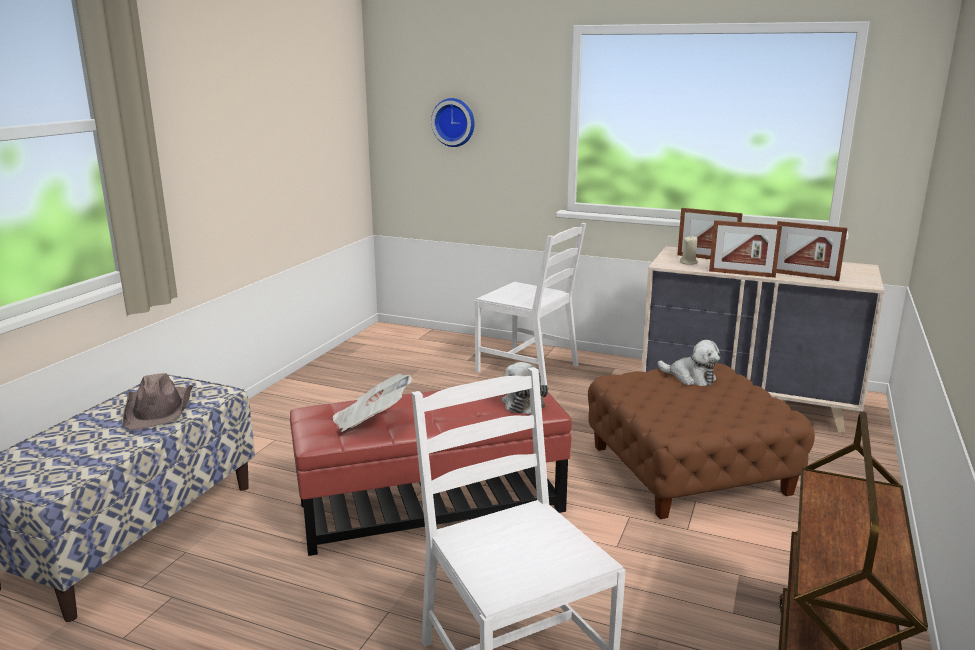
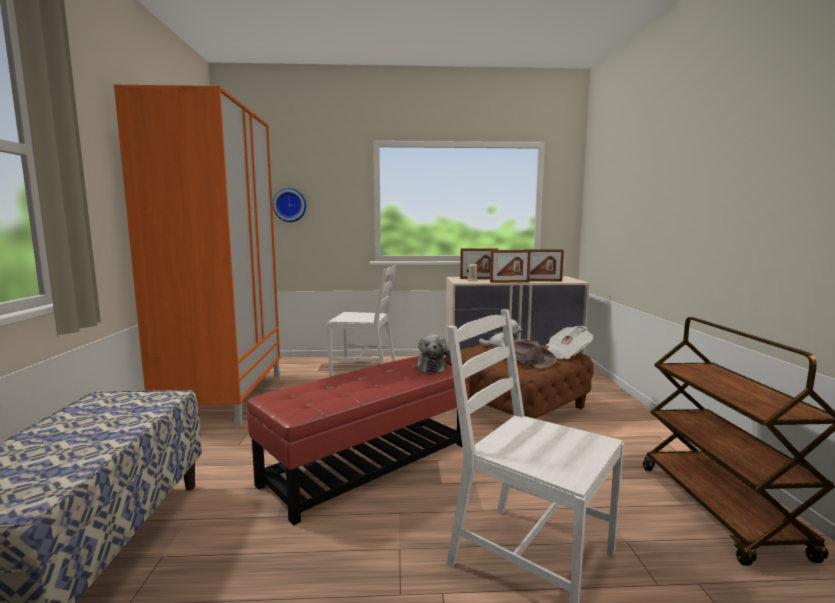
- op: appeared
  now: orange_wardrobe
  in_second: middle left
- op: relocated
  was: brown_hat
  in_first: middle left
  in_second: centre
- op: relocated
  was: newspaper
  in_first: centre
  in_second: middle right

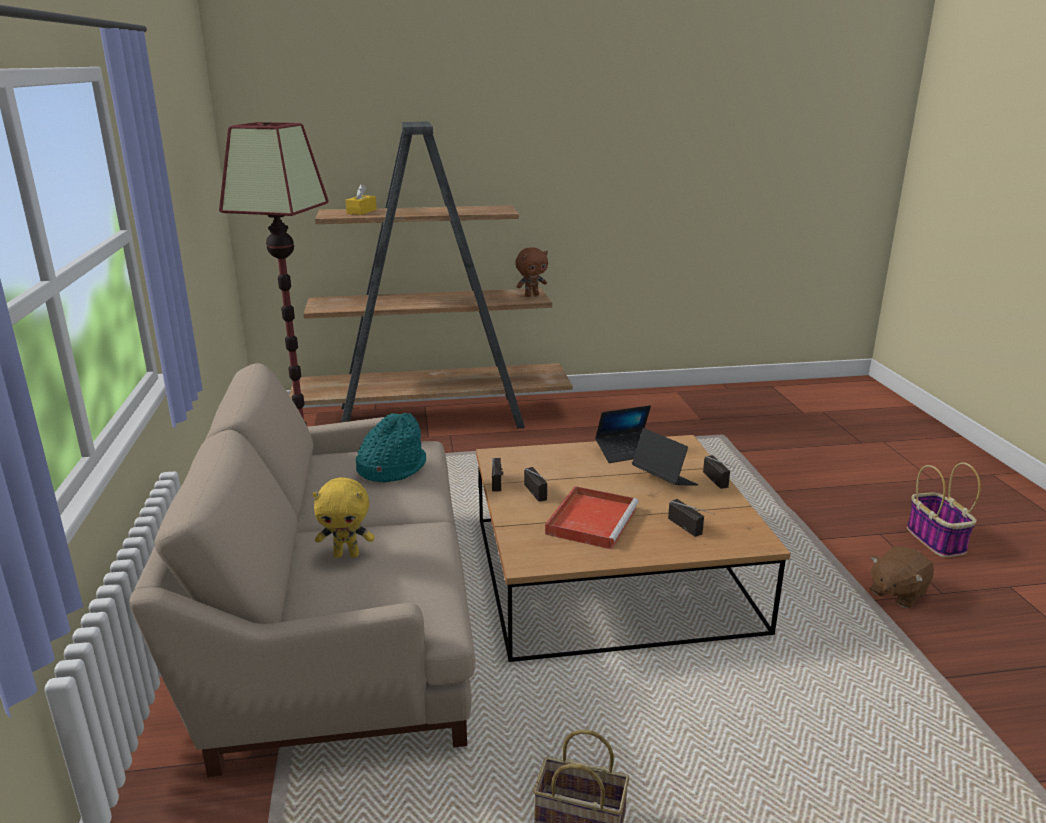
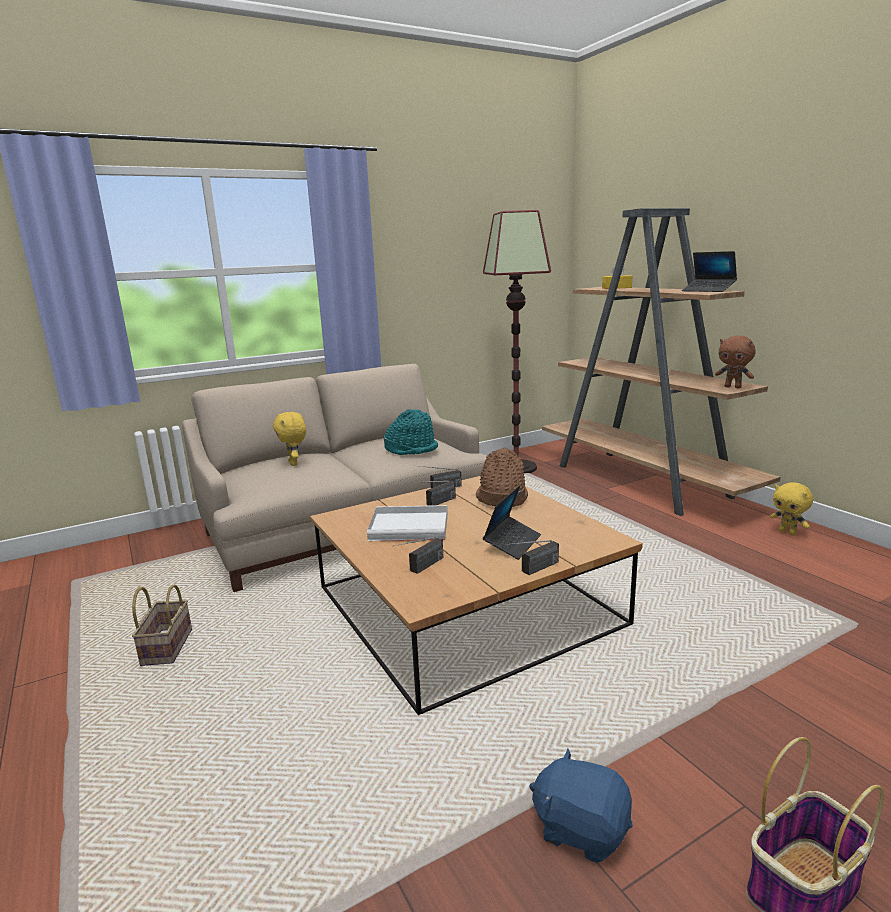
- op: colour
  was: red_tray
  now: white_tray
  in_first: centre
  in_second: centre
- op: appeared
  now: brown_hat
  in_second: centre
- op: colour
  was: brown_plush_toy (no. 2 from left)
  now: blue_plush_toy
  in_first: bottom right
  in_second: bottom centre
- op: relocated
  was: laptop (no. 1 from left in the first image)
  now: laptop (no. 2 from left)
  in_first: centre
  in_second: top right
- op: appeared
  now: yellow_plush_toy (no. 2 from left)
  in_second: middle right

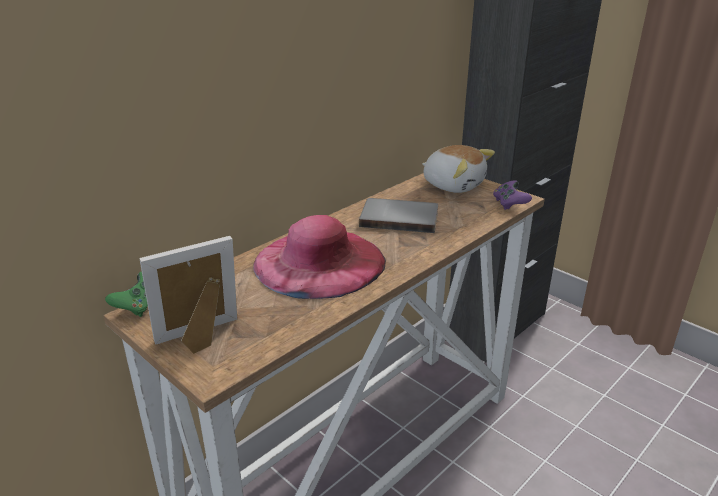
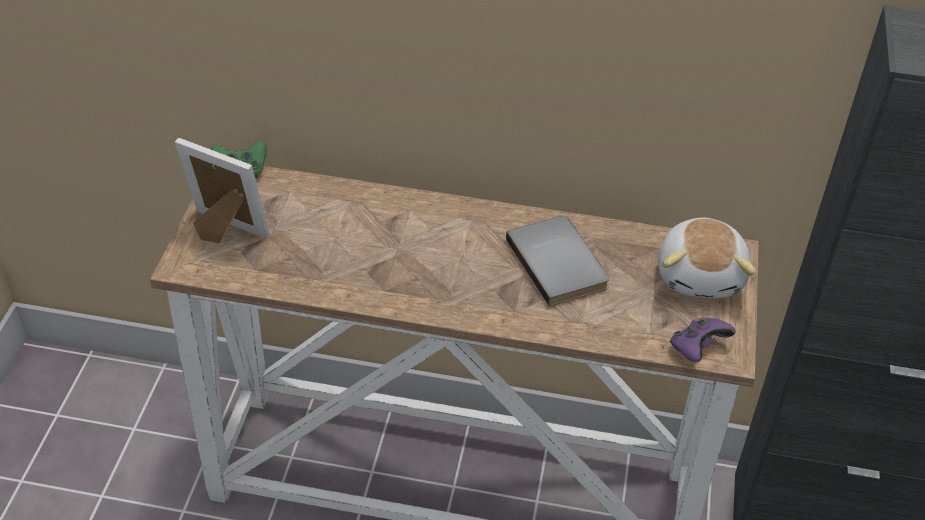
- op: missing
  was: pink_hat
  in_first: centre

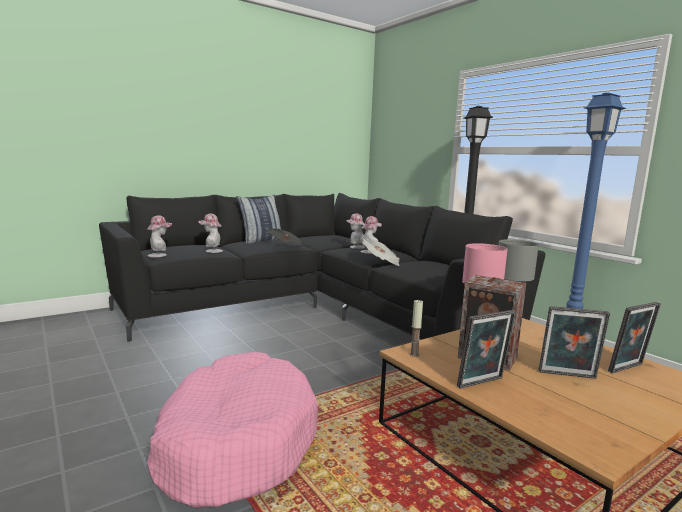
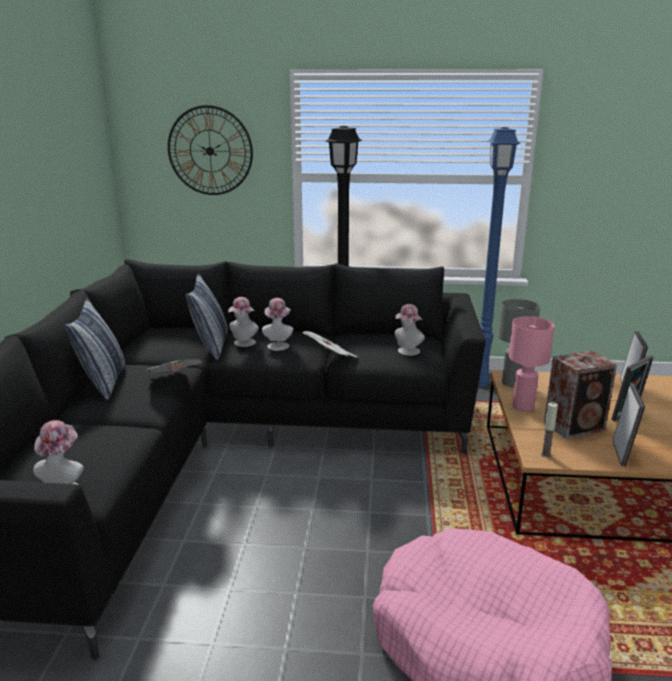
- op: appeared
  now: wall_clock
  in_second: top left
- op: appeared
  now: pillow (no. 2 from left)
  in_second: middle left
- op: relocated
  was: hat (no. 2 from left in the first image)
  now: hat (no. 4 from left)
  in_first: middle left
  in_second: centre

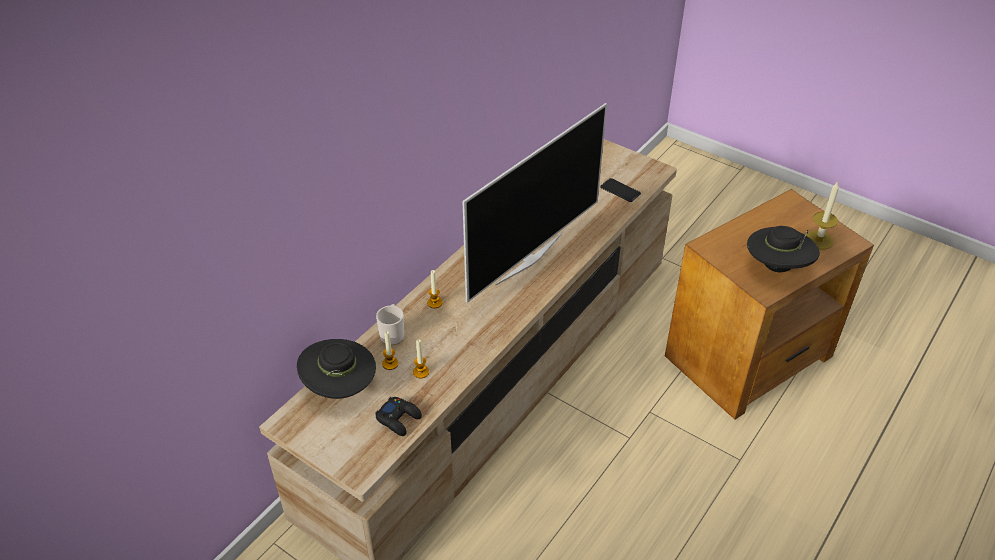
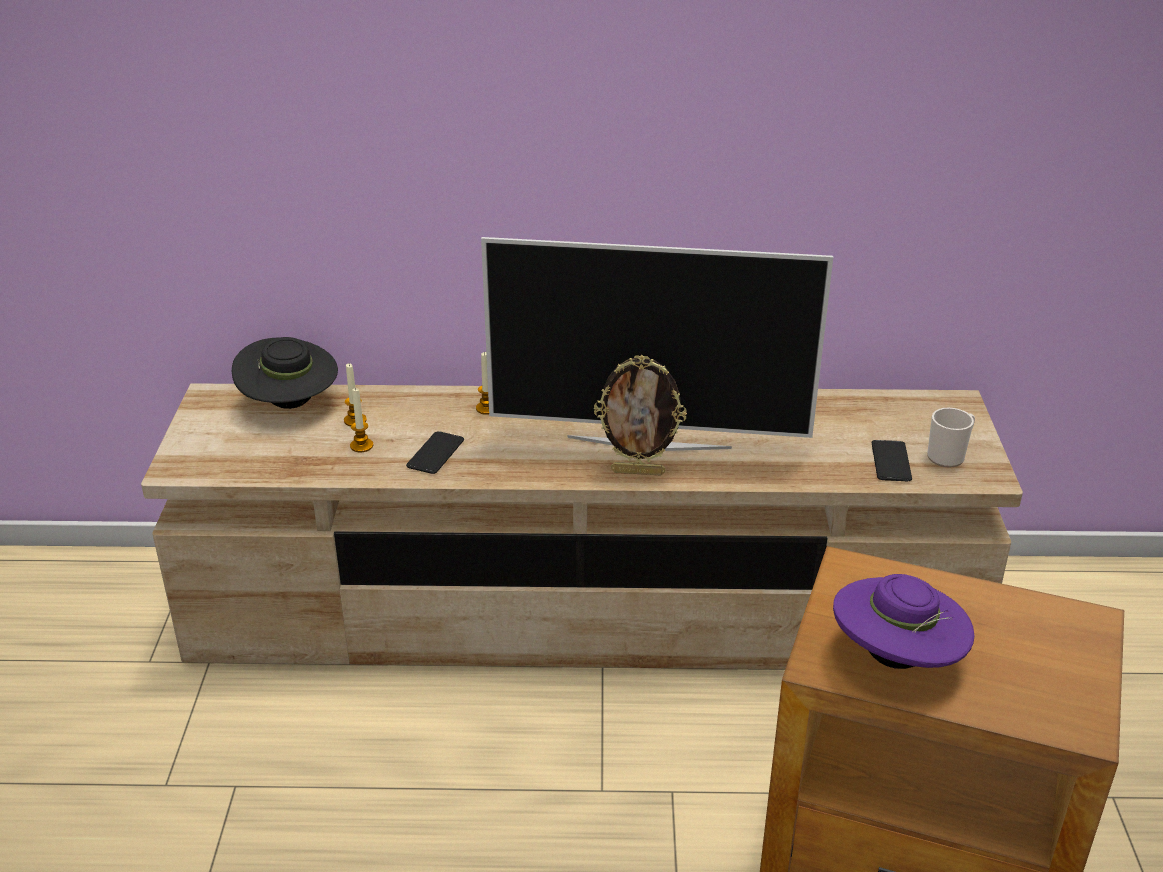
- op: appeared
  now: phone (no. 1 from left)
  in_second: centre
- op: appeared
  now: picture_frame
  in_second: centre
- op: colour
  was: black_hat (no. 2 from left)
  now: purple_hat
  in_first: middle right
  in_second: bottom right
- op: relocated
  was: mug
  in_first: centre
  in_second: middle right
- op: missing
  was: black_game_controller
  in_first: bottom centre
- op: missing
  was: candle (no. 4 from left)
  in_first: middle right

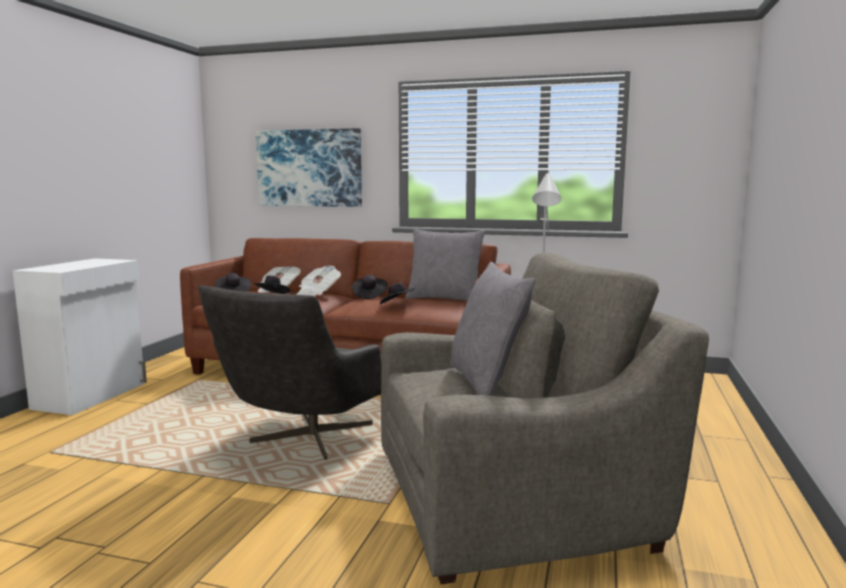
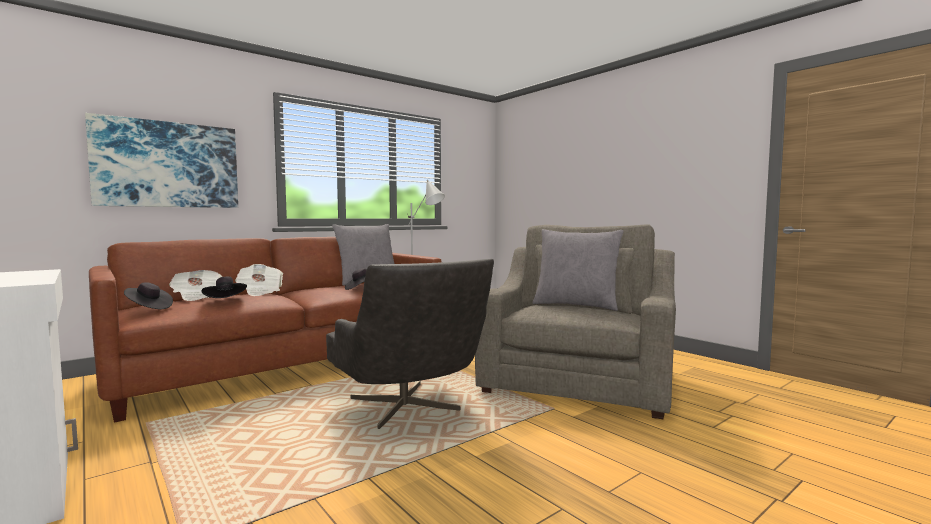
- op: missing
  was: black_hat (no. 3 from left)
  in_first: centre

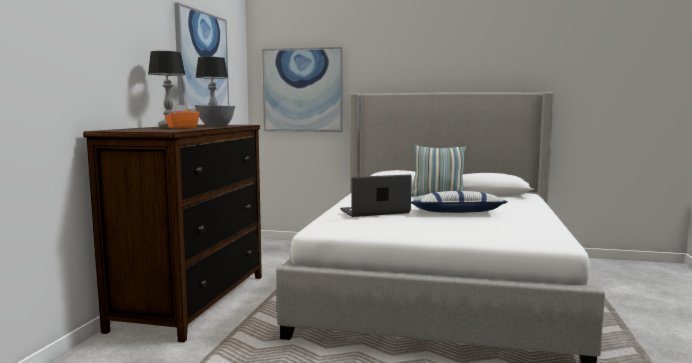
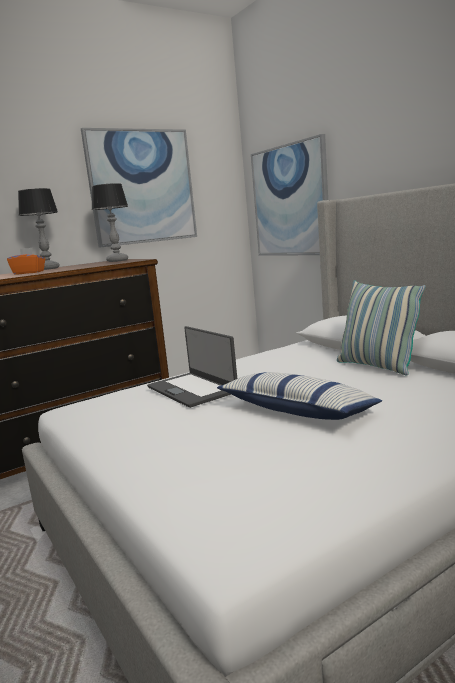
- op: spun
  was: laptop
  in_first: centre
  in_second: centre
  clockwise: -150
- op: missing
  was: grey_bowl
  in_first: top left

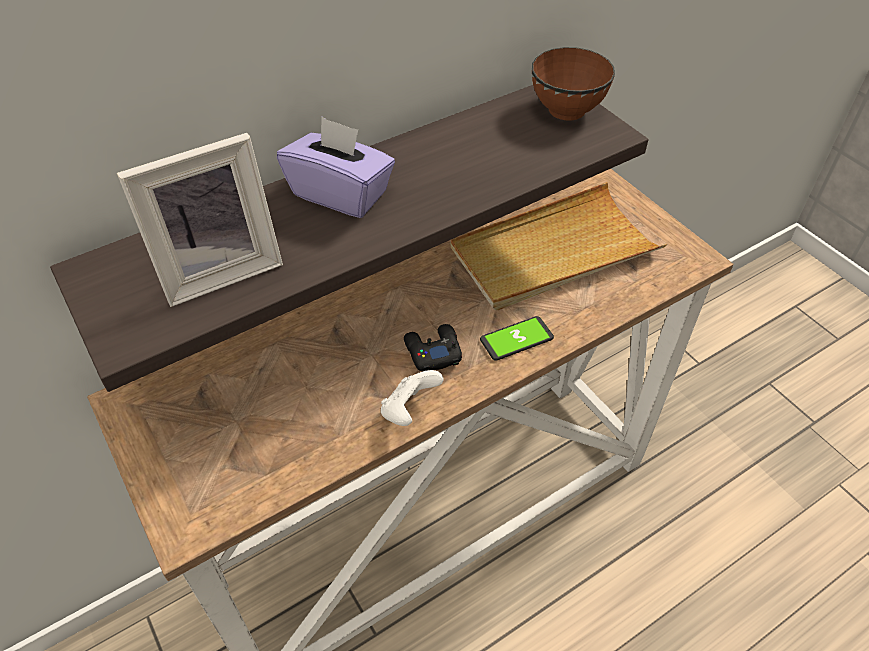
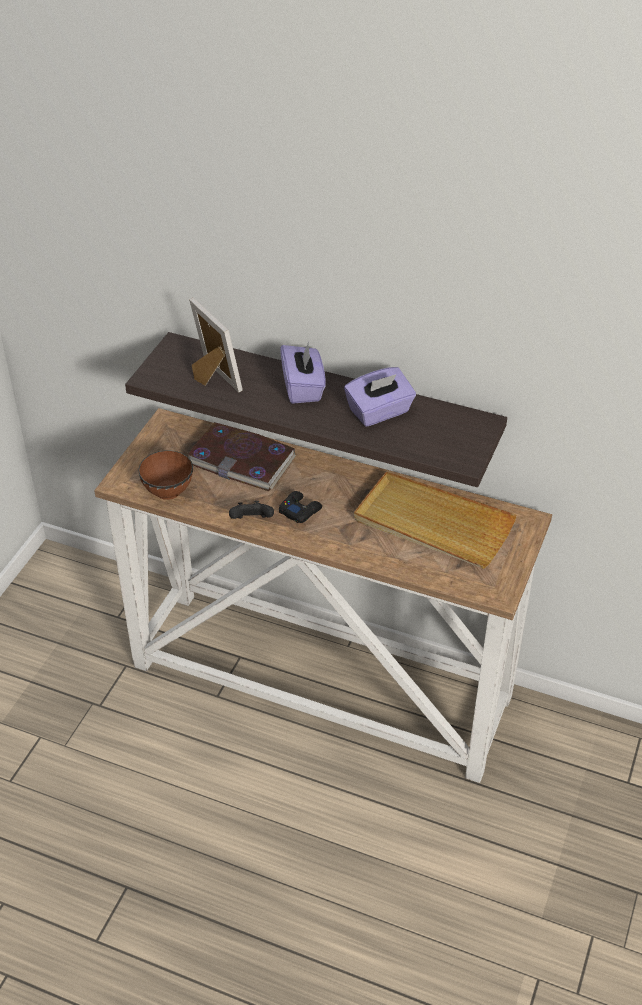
- op: relocated
  was: brown_bowl
  in_first: top centre
  in_second: middle left
- op: appeared
  now: book
  in_second: centre
- op: spun
  was: picture_frame
  in_first: middle left
  in_second: centre
  clockwise: -150
- op: colour
  was: white_game_controller
  now: black_game_controller (no. 1 from left)
  in_first: centre
  in_second: centre
- op: appeared
  now: purple_tissue_box (no. 2 from left)
  in_second: centre
- op: missing
  was: phone
  in_first: centre

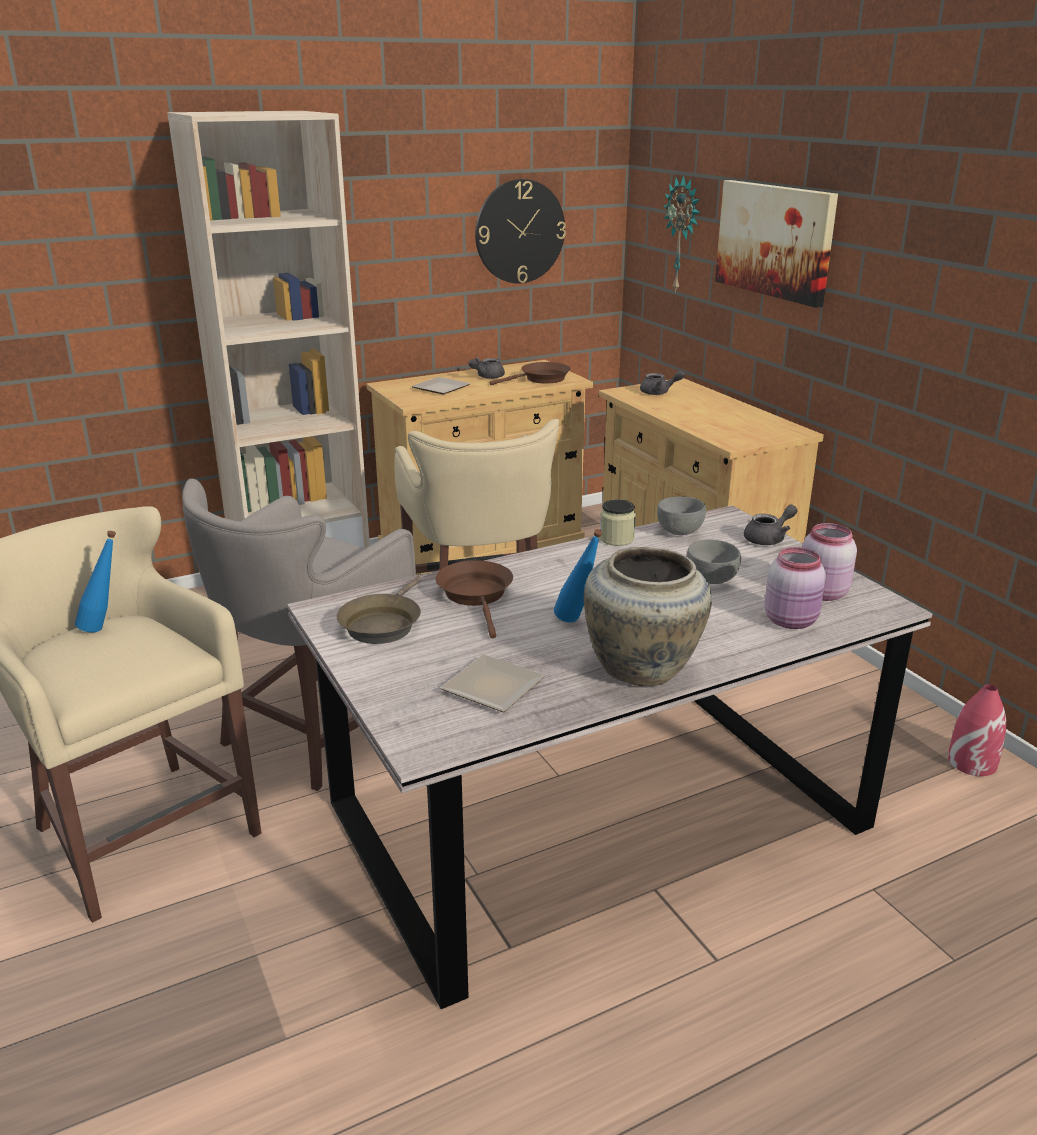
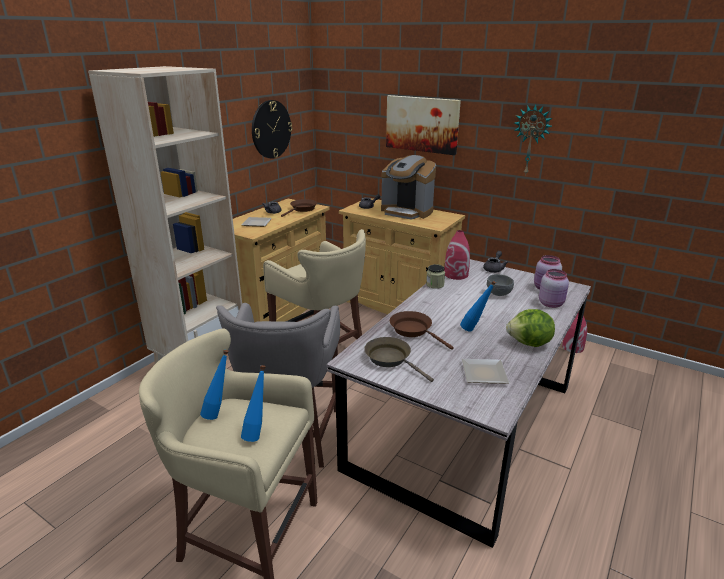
- op: appeared
  now: blue_bottle (no. 2 from left)
  in_second: bottom centre
- op: spun
  was: brown_frying_pan (no. 1 from left in the first image)
  in_first: centre
  in_second: centre
  clockwise: 150
- op: appeared
  now: coffee_machine
  in_second: top centre
- op: exchanged
  was: grey_bowl (no. 1 from left)
  now: red_vase (no. 1 from left)
  in_first: centre
  in_second: centre
- op: exchanged
  was: beige_vase
  now: lettuce
  in_first: centre
  in_second: middle right
- op: relocated
  was: wall_clock (no. 2 from left)
  in_first: top centre
  in_second: top right

